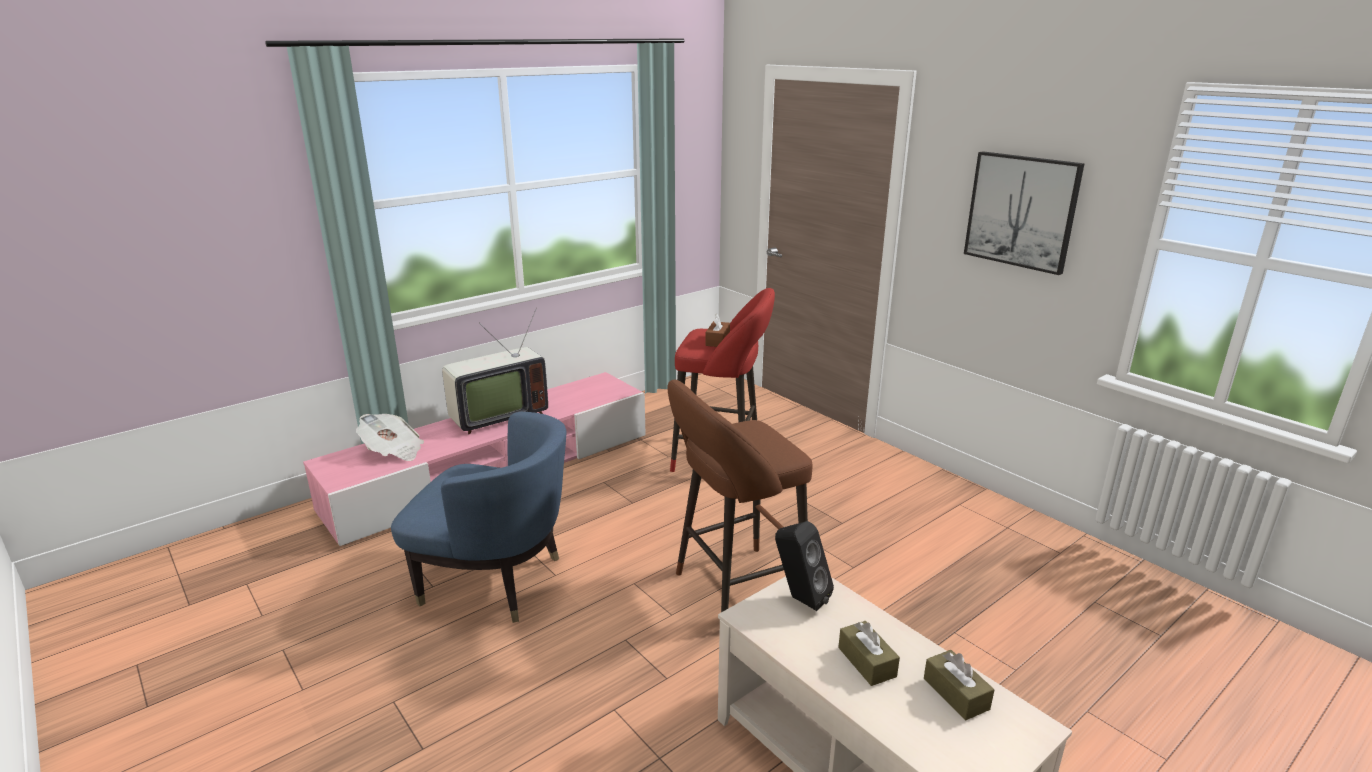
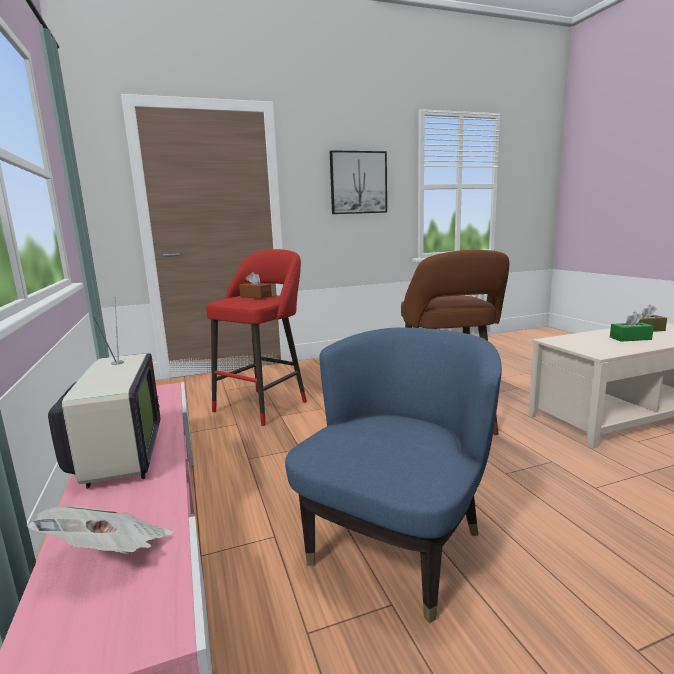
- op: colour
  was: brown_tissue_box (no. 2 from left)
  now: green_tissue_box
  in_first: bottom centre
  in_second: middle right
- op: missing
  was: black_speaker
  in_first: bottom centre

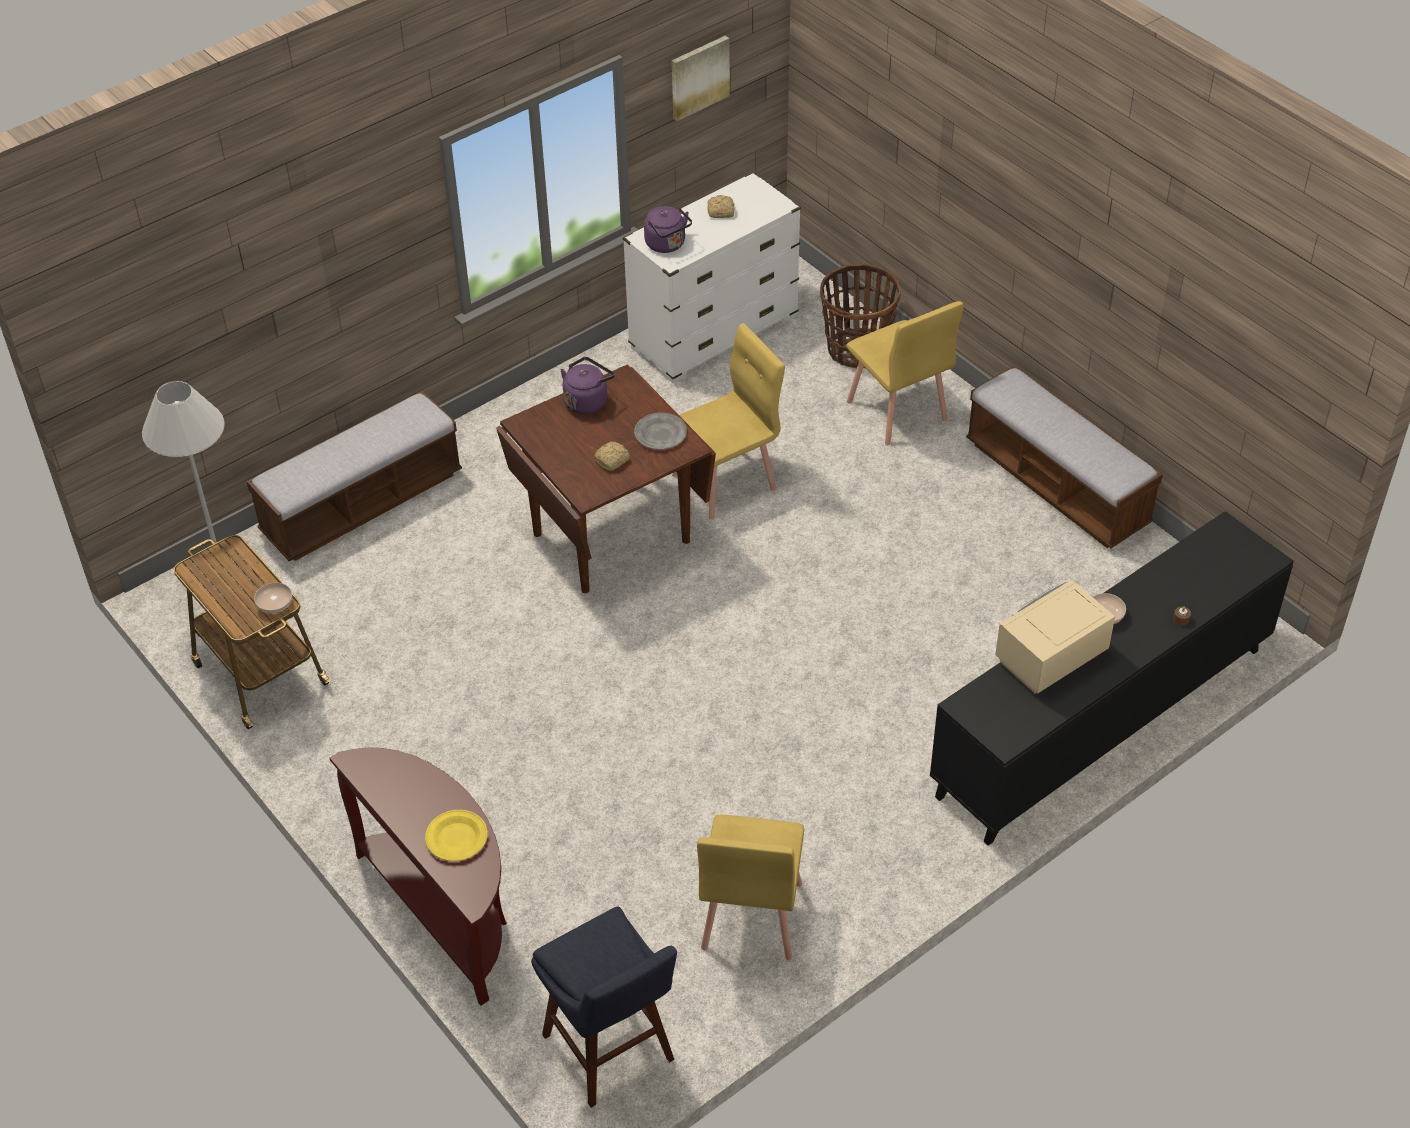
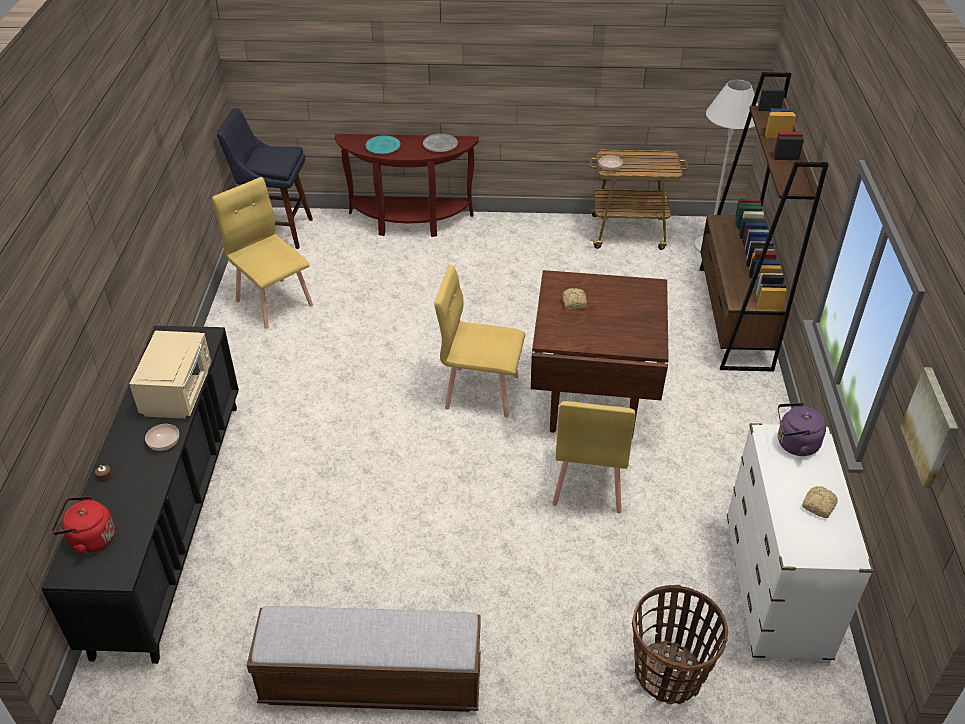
- op: appeared
  now: red_kettle
  in_second: bottom left
- op: colour
  was: yellow_plate
  now: turquoise_plate
  in_first: bottom left
  in_second: top centre
- op: relocated
  was: grey_plate
  in_first: centre
  in_second: top centre
- op: relocated
  was: yellow_chair (no. 3 from left in the first image)
  now: yellow_chair (no. 2 from left)
  in_first: top centre
  in_second: centre
- op: exchanged
  was: bench (no. 1 from left)
  now: brown_bookcase
  in_first: middle left
  in_second: top right
- op: missing
  was: purple_kettle (no. 1 from left)
  in_first: centre

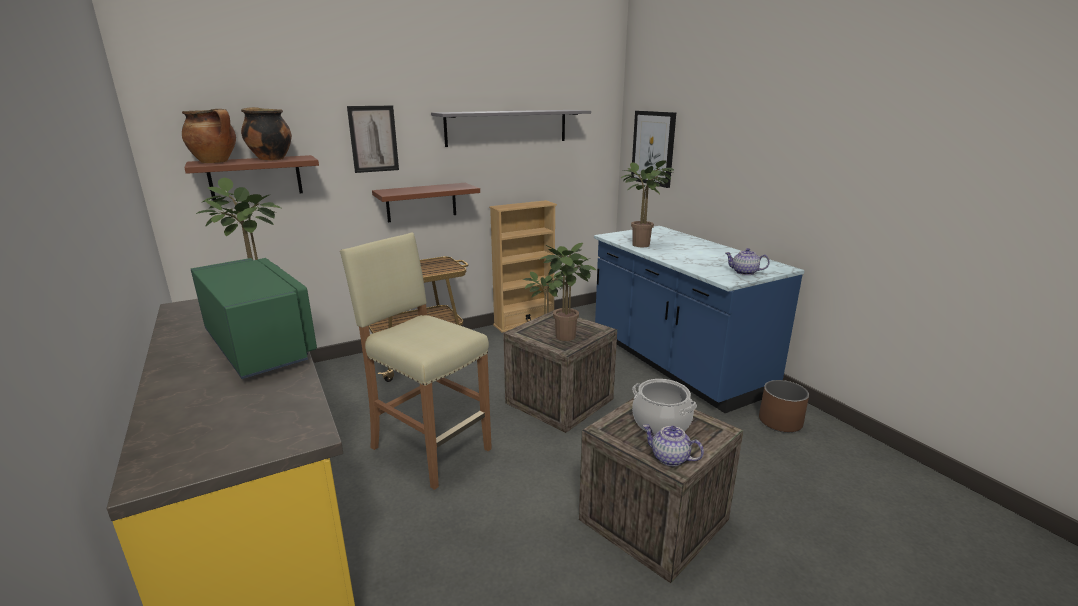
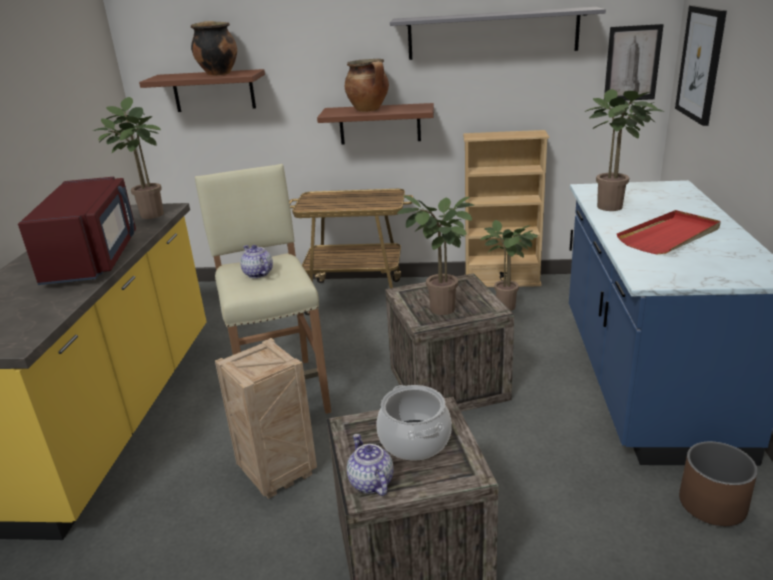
- op: colour
  was: green_microwave
  now: red_microwave
  in_first: middle left
  in_second: middle left
- op: appeared
  now: crate (no. 1 from left)
  in_second: bottom centre
- op: relocated
  was: teapot (no. 2 from left in the first image)
  now: teapot (no. 1 from left)
  in_first: middle right
  in_second: middle left
- op: relocated
  was: cooking_pot (no. 1 from left in the first image)
  now: cooking_pot (no. 2 from left)
  in_first: top left
  in_second: top centre
- op: relocated
  was: picture (no. 1 from left)
  in_first: top centre
  in_second: top right
- op: appeared
  now: red_tray
  in_second: middle right

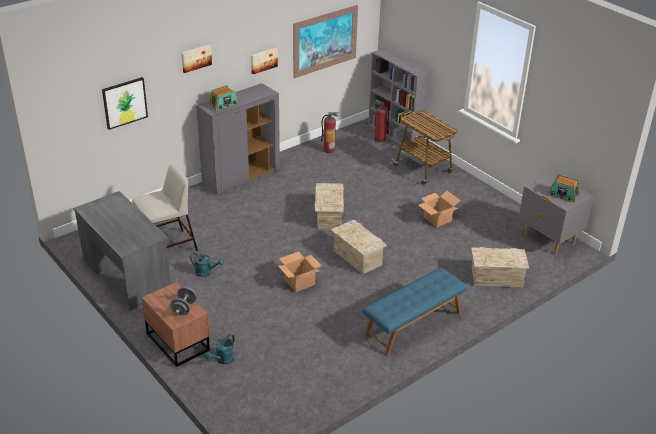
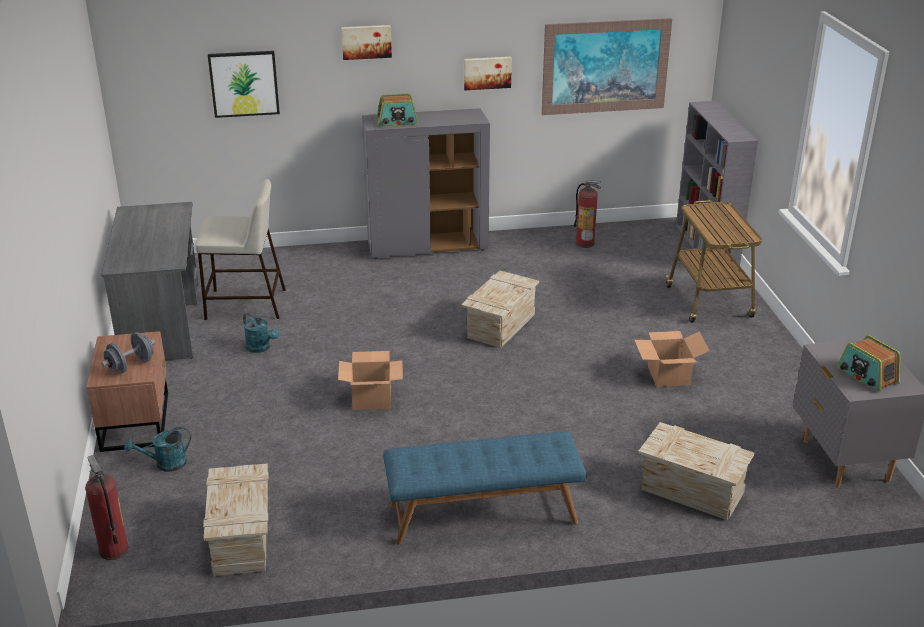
- op: relocated
  was: fire_extinguisher (no. 2 from left in the first image)
  now: fire_extinguisher (no. 1 from left)
  in_first: top centre
  in_second: bottom left
- op: relocated
  was: crate (no. 2 from left in the first image)
  now: crate (no. 1 from left)
  in_first: centre
  in_second: bottom left

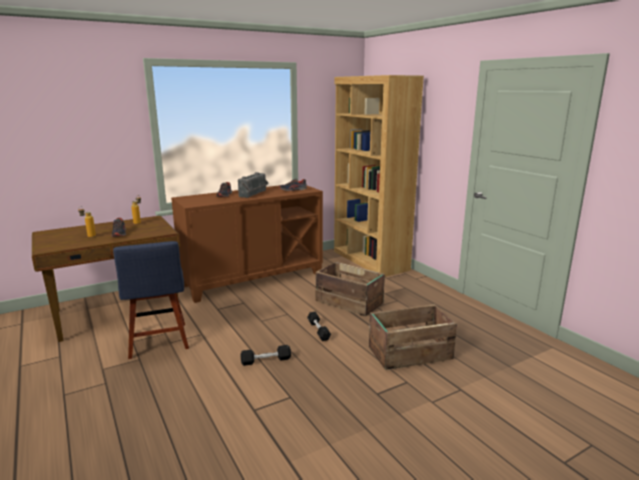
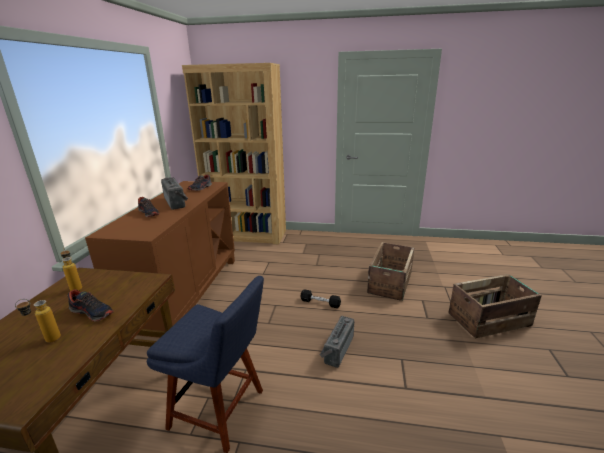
- op: exchanged
  was: black_dumbbell (no. 1 from left)
  now: radio (no. 2 from left)
  in_first: bottom centre
  in_second: bottom centre
- op: relocated
  was: crate (no. 1 from left in the first image)
  now: crate (no. 2 from left)
  in_first: centre
  in_second: bottom right

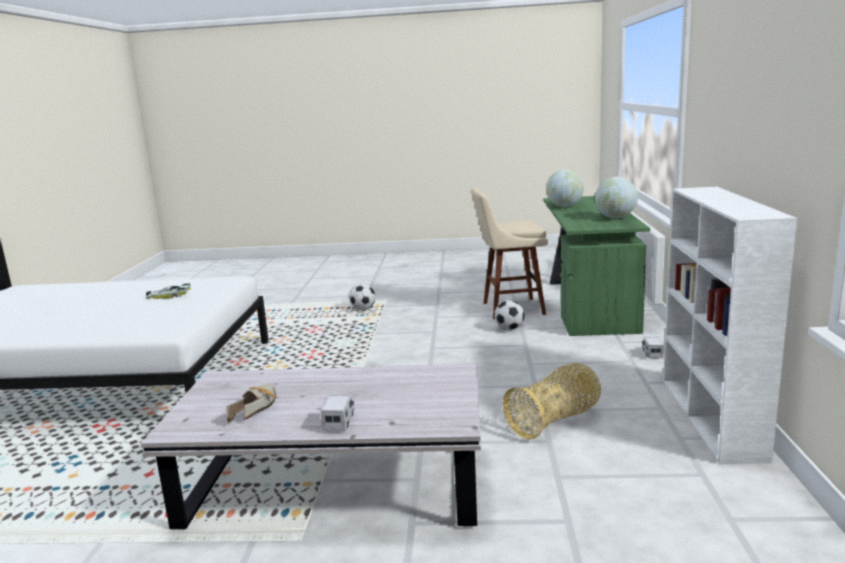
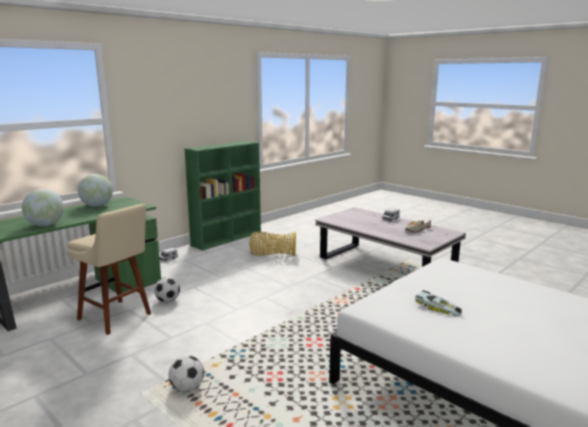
- op: colour
  was: white_bookcase
  now: green_bookcase
  in_first: middle right
  in_second: centre

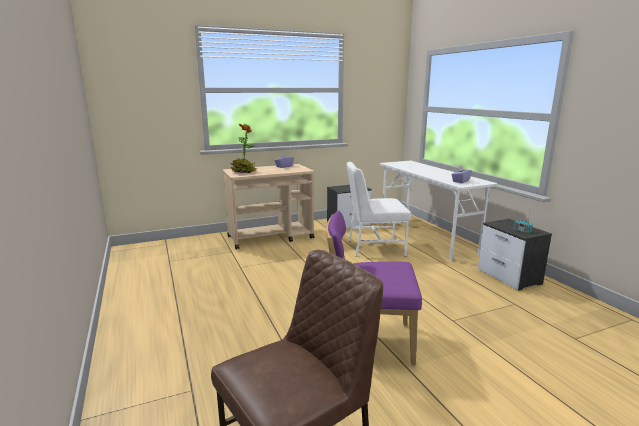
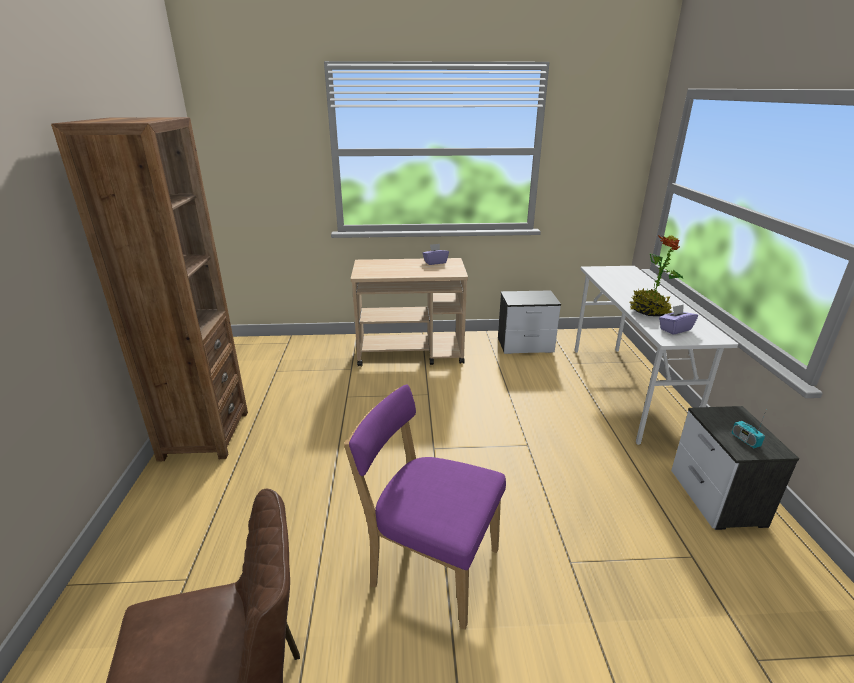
- op: appeared
  now: brown_bookcase
  in_second: middle left
- op: relocated
  was: potted_plant
  in_first: centre
  in_second: middle right
- op: missing
  was: white_chair
  in_first: centre

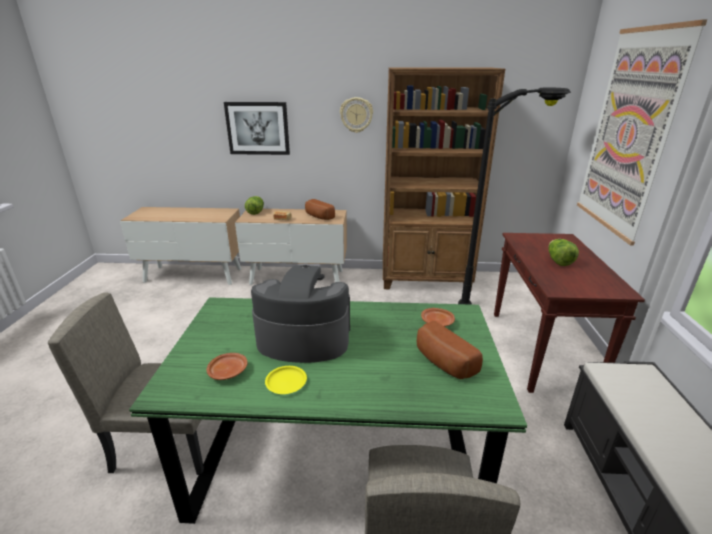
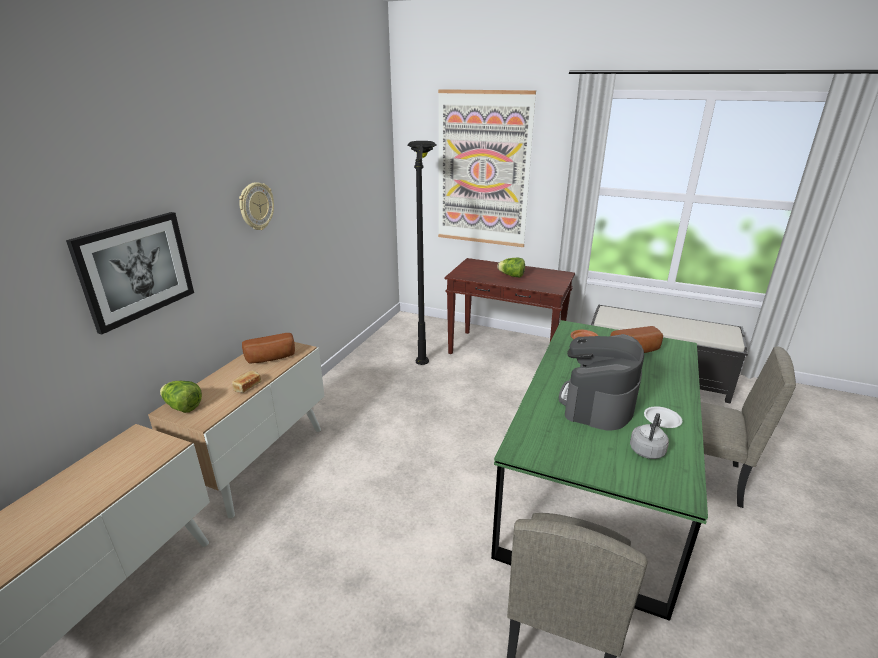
- op: exchanged
  was: brown_plate (no. 1 from left)
  now: grey_kettle
  in_first: bottom left
  in_second: middle right
- op: colour
  was: yellow_plate
  now: white_plate
  in_first: bottom centre
  in_second: middle right
- op: missing
  was: brown_bookcase
  in_first: centre

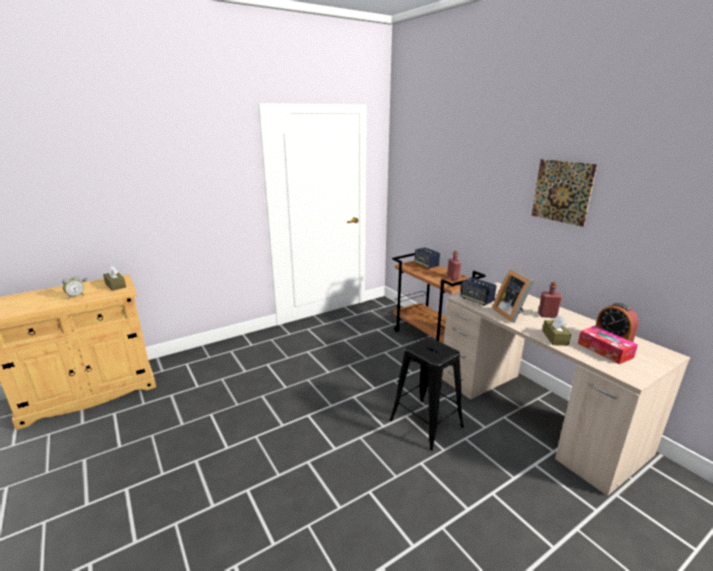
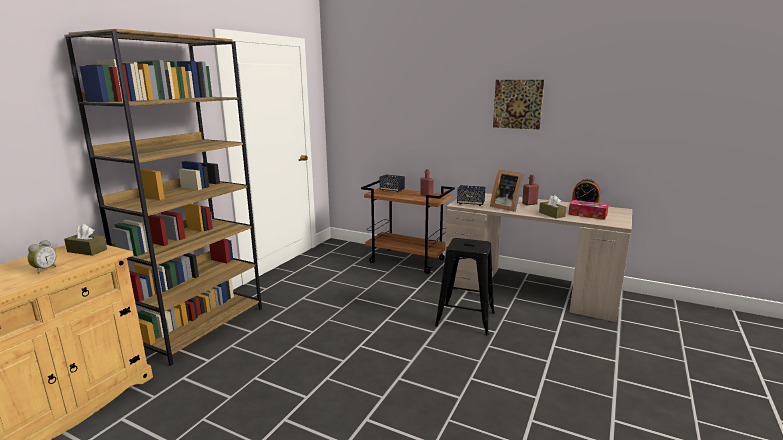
- op: appeared
  now: brown_bookcase
  in_second: middle left

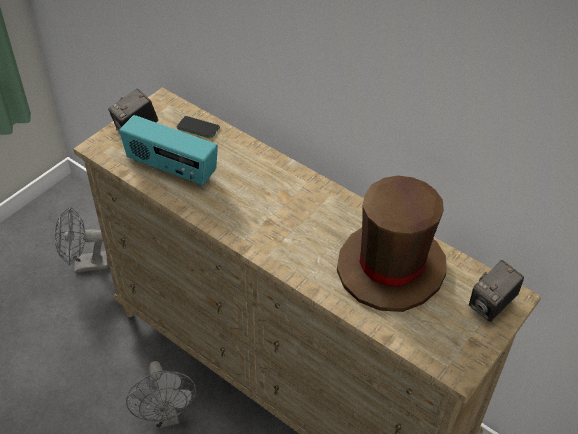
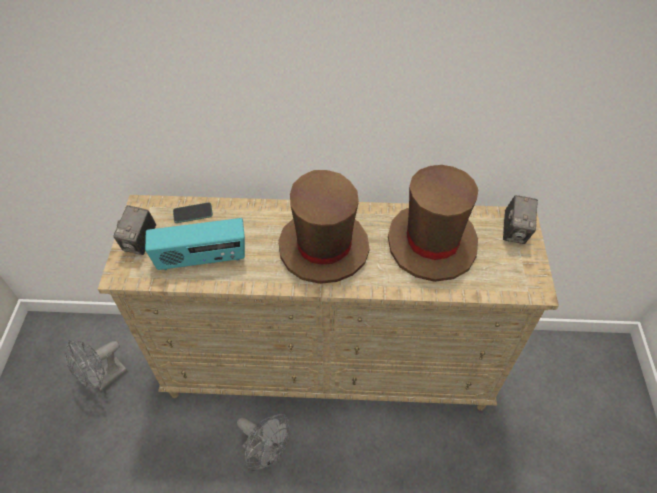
- op: appeared
  now: brown_hat (no. 1 from left)
  in_second: centre

